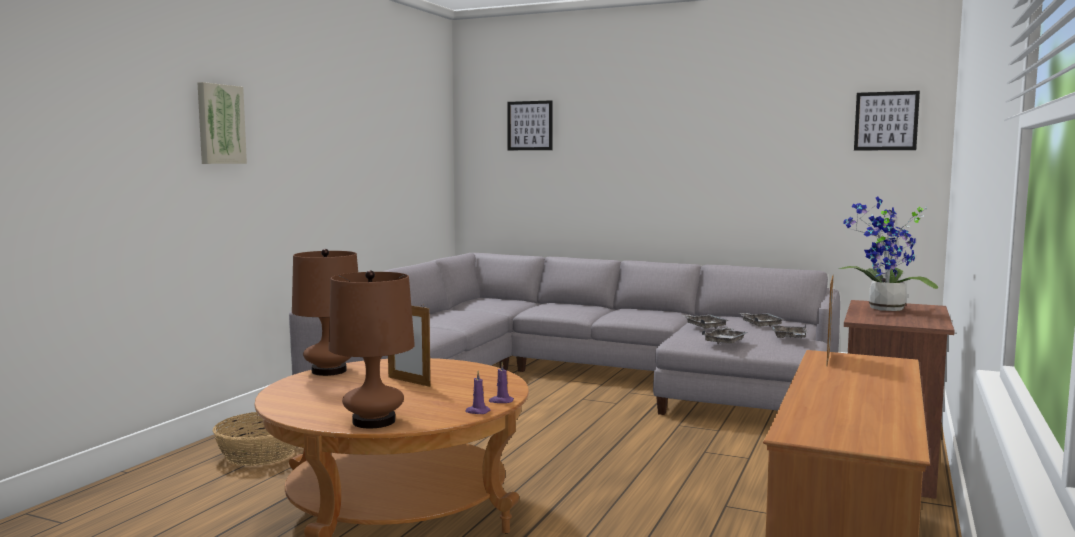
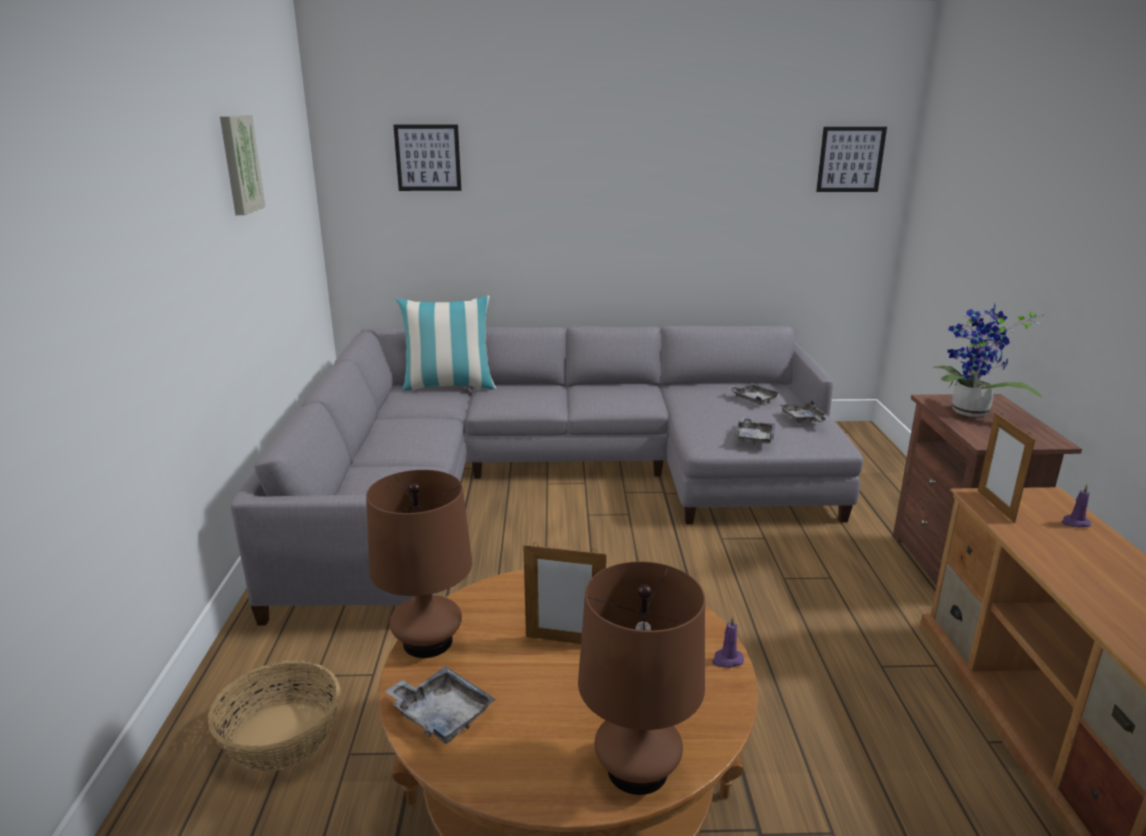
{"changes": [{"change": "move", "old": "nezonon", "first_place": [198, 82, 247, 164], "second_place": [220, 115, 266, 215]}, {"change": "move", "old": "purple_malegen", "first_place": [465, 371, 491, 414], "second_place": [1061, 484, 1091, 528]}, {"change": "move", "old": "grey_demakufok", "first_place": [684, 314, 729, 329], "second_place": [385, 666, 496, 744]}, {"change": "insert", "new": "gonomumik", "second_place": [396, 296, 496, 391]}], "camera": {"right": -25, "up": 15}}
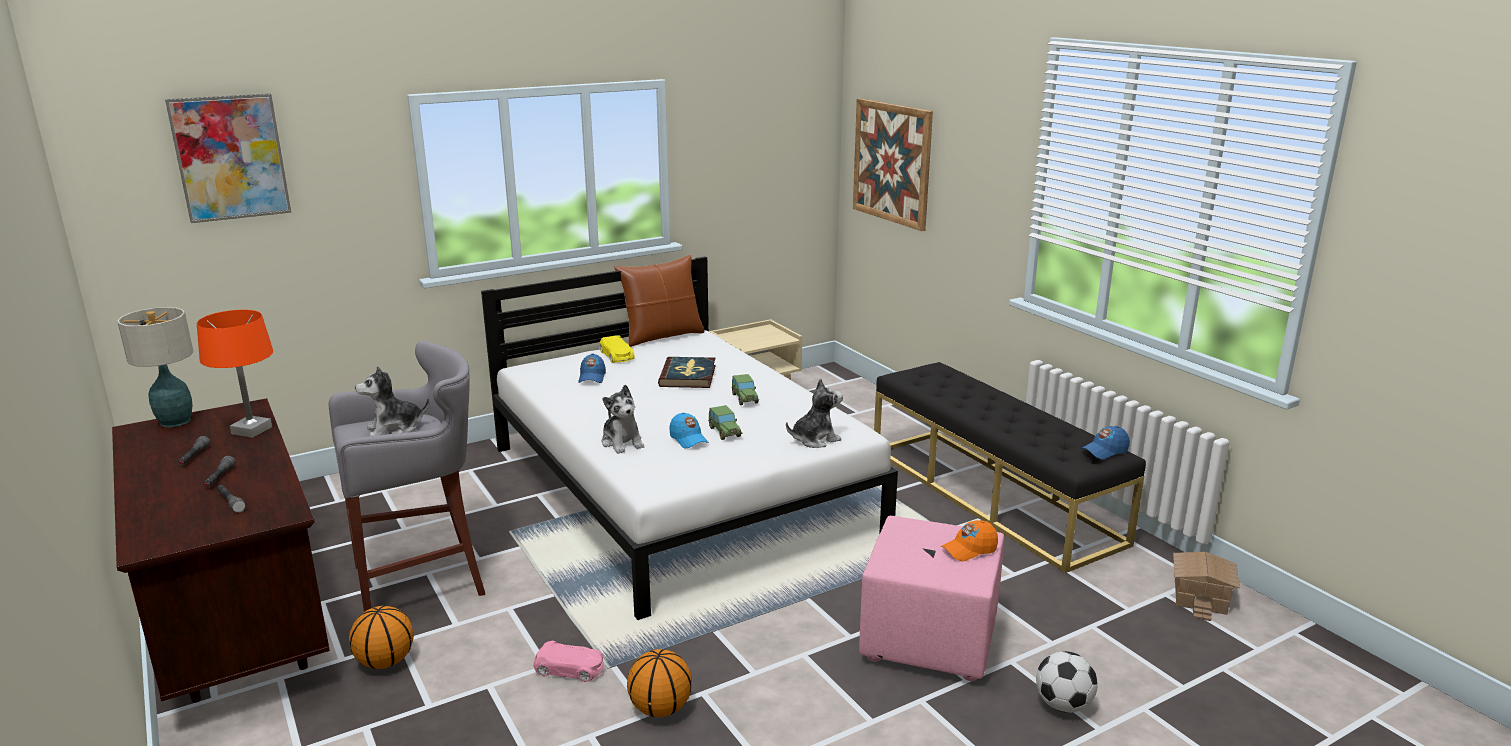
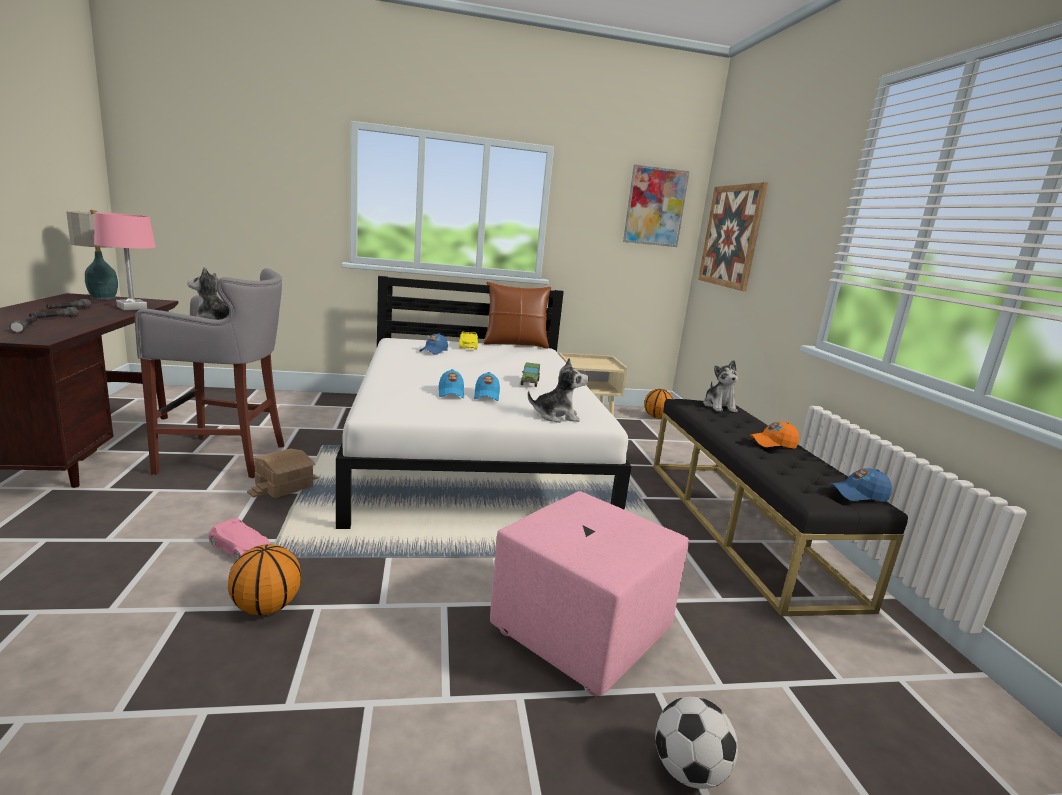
{"changes": [{"change": "move", "old": "nezonon", "first_place": [165, 93, 291, 223], "second_place": [623, 165, 690, 247]}, {"change": "recolor", "old": "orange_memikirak", "new": "pink_memikirak", "first_place": [197, 310, 273, 438], "second_place": [94, 212, 156, 310]}, {"change": "move", "old": "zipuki", "first_place": [349, 606, 414, 669], "second_place": [644, 389, 673, 419]}, {"change": "move", "old": "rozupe", "first_place": [602, 385, 644, 454], "second_place": [703, 360, 738, 412]}, {"change": "delete", "old": "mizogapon", "first_place": [658, 357, 716, 388]}, {"change": "replace", "old": "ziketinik", "new": "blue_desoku", "first_place": [708, 405, 742, 440], "second_place": [474, 372, 500, 401]}, {"change": "move", "old": "orange_desoku", "first_place": [941, 520, 998, 561], "second_place": [750, 422, 799, 449]}, {"change": "move", "old": "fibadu", "first_place": [1173, 552, 1240, 621], "second_place": [247, 449, 319, 498]}], "camera": {"right": 20, "up": -5}}
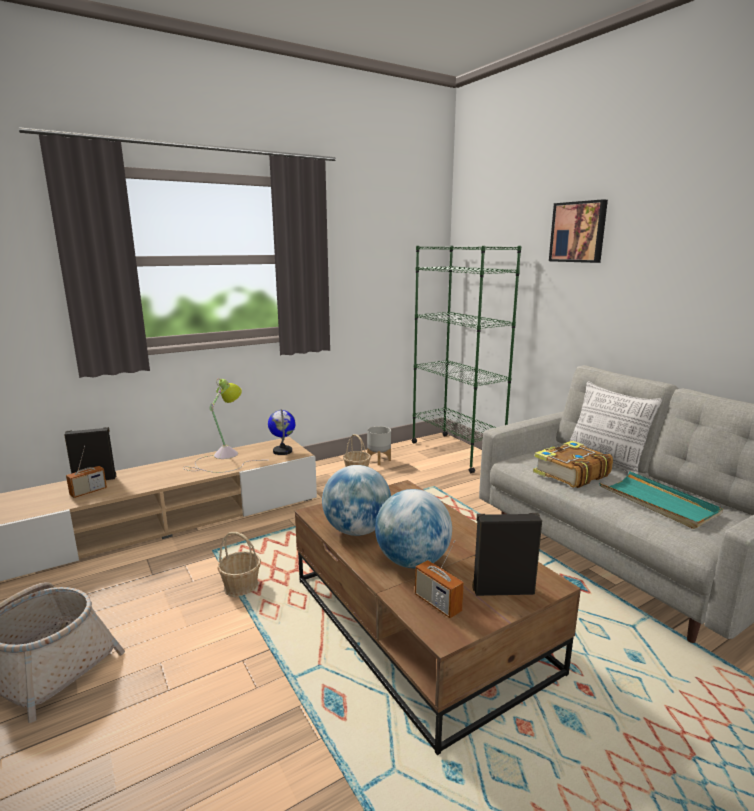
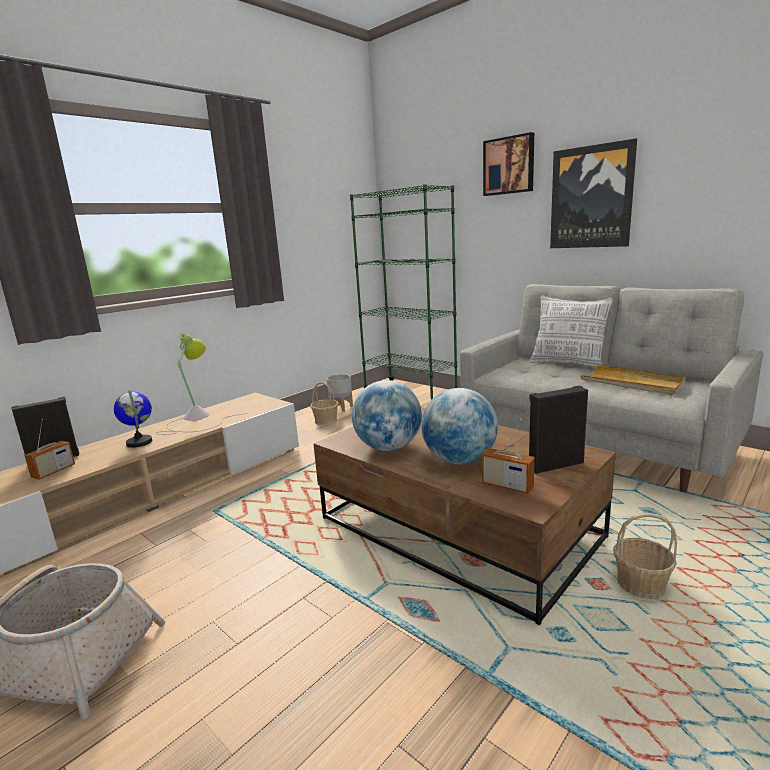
{"changes": [{"change": "move", "old": "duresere", "first_place": [217, 532, 261, 597], "second_place": [613, 513, 677, 599]}, {"change": "move", "old": "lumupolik", "first_place": [268, 409, 296, 455], "second_place": [114, 390, 152, 448]}, {"change": "delete", "old": "mizogapon", "first_place": [533, 441, 613, 488]}, {"change": "recolor", "old": "turquoise_demakufok", "new": "beige_demakufok", "first_place": [599, 471, 723, 529], "second_place": [580, 364, 685, 395]}, {"change": "insert", "new": "nezonon", "second_place": [550, 138, 637, 248]}], "camera": {"right": -15, "up": 0}}
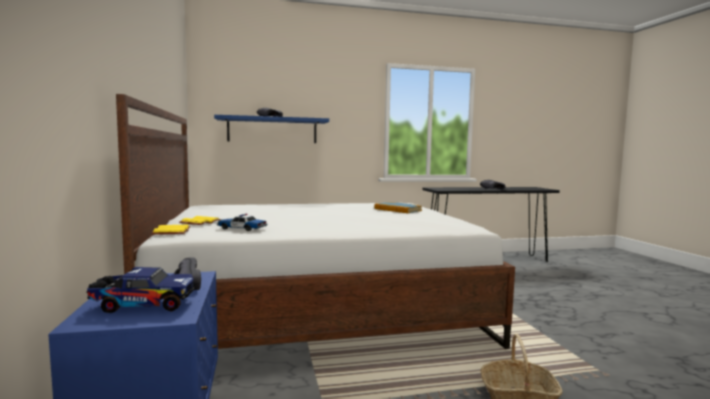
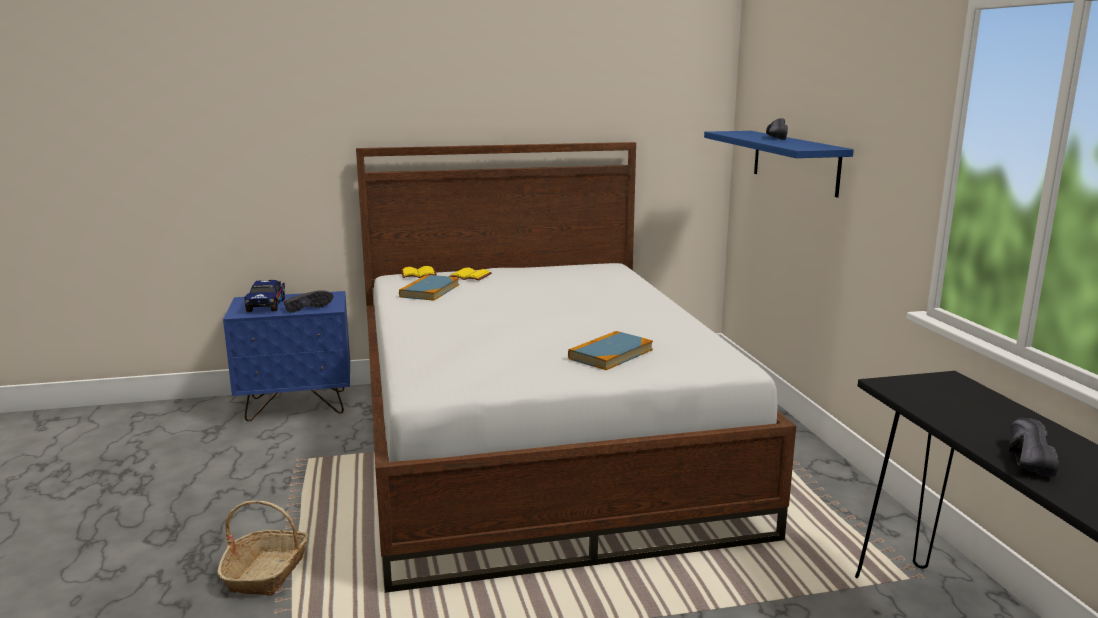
{"changes": [{"change": "replace", "old": "ziketinik", "new": "mizogapon", "first_place": [217, 214, 267, 231], "second_place": [399, 275, 459, 301]}], "camera": {"right": 90, "up": 10}}
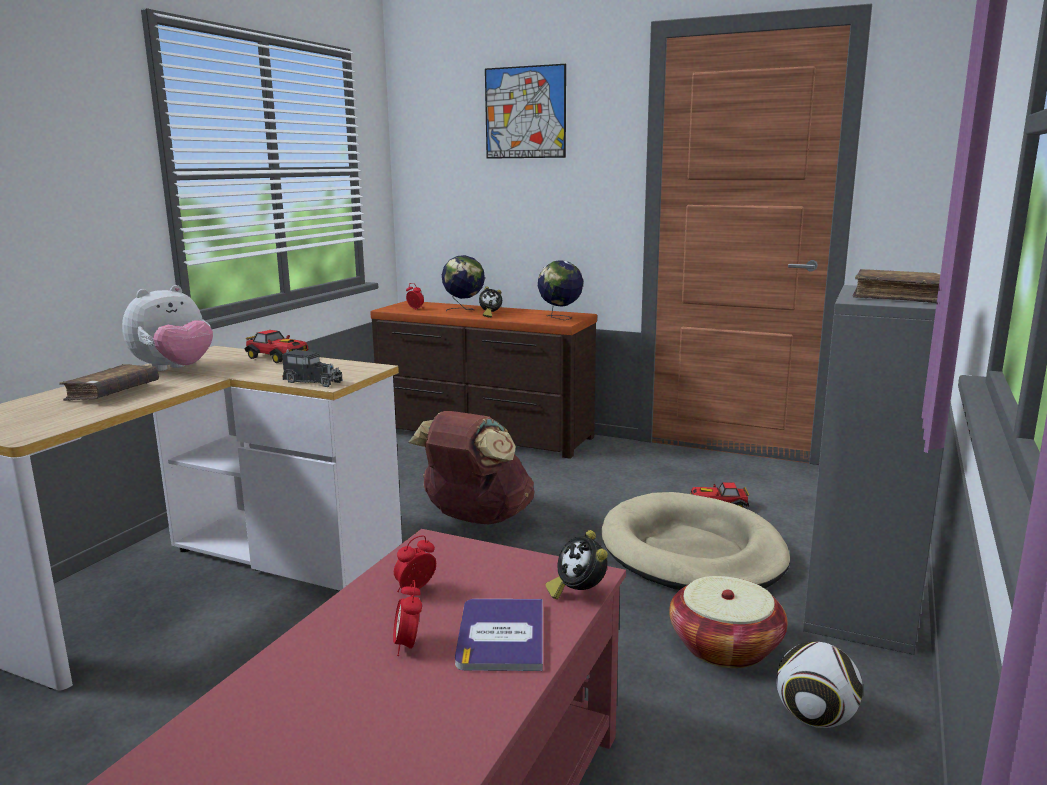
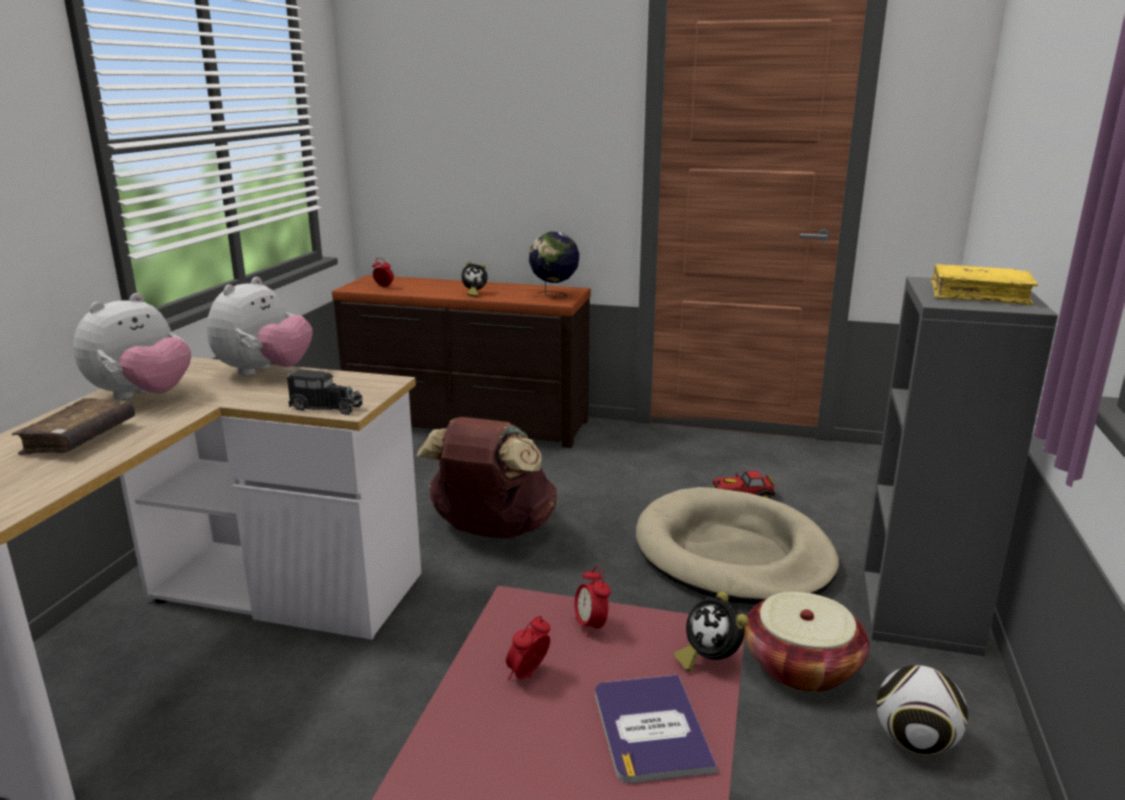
{"changes": [{"change": "replace", "old": "ziketinik", "new": "rozupe", "first_place": [244, 330, 308, 363], "second_place": [207, 277, 313, 376]}, {"change": "move", "old": "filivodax", "first_place": [393, 579, 422, 656], "second_place": [575, 565, 611, 637]}, {"change": "delete", "old": "lumupolik", "first_place": [442, 255, 485, 311]}, {"change": "delete", "old": "nezonon", "first_place": [485, 64, 566, 159]}, {"change": "recolor", "old": "brown_mizogapon", "new": "yellow_mizogapon", "first_place": [853, 269, 941, 303], "second_place": [931, 264, 1038, 306]}], "camera": {"right": -10, "up": 5}}
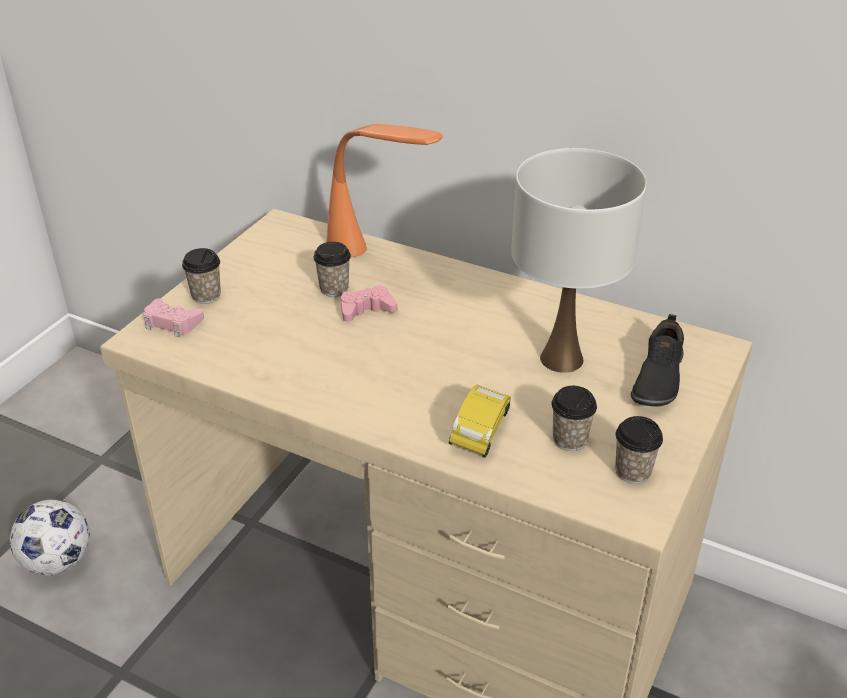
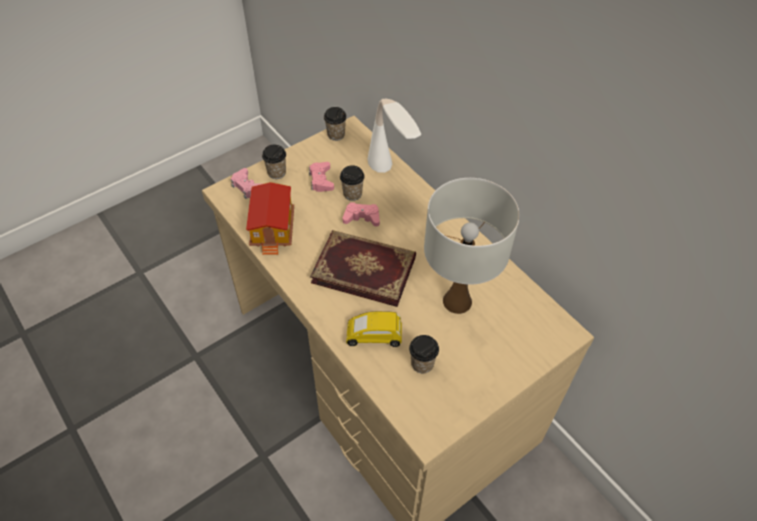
{"changes": [{"change": "delete", "old": "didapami", "first_place": [10, 499, 90, 576]}, {"change": "recolor", "old": "orange_memikirak", "new": "white_memikirak", "first_place": [327, 124, 443, 257], "second_place": [368, 99, 421, 173]}, {"change": "rotate", "old": "yellow_ziketinik", "first_place": [449, 384, 511, 457], "second_place": [346, 311, 402, 347], "degrees": -135}, {"change": "move", "old": "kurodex", "first_place": [615, 416, 663, 484], "second_place": [324, 107, 347, 141]}, {"change": "delete", "old": "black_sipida", "first_place": [631, 314, 684, 406]}, {"change": "insert", "new": "fibadu", "second_place": [246, 182, 294, 255]}, {"change": "insert", "new": "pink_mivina", "second_place": [309, 162, 334, 192]}, {"change": "insert", "new": "mizogapon", "second_place": [310, 230, 416, 307]}], "camera": {"right": 25, "up": 15}}
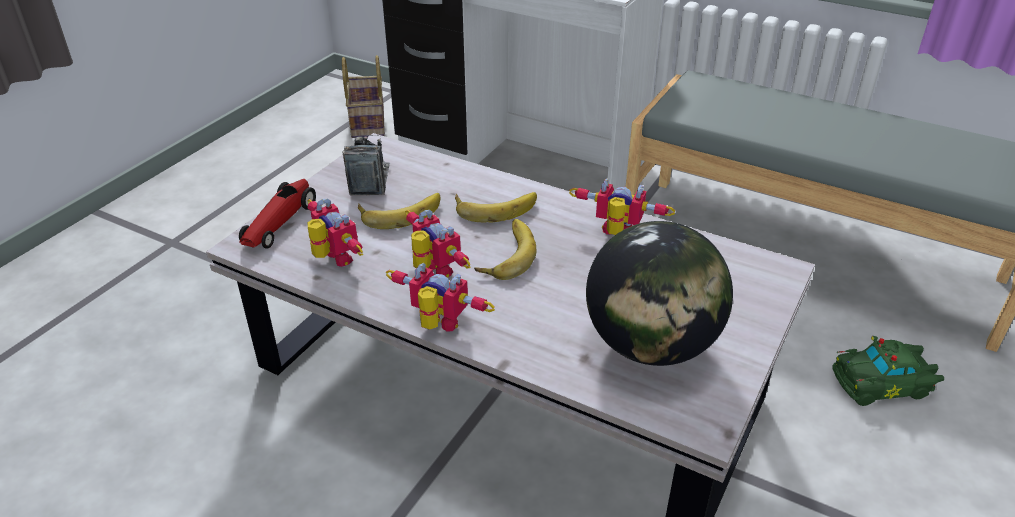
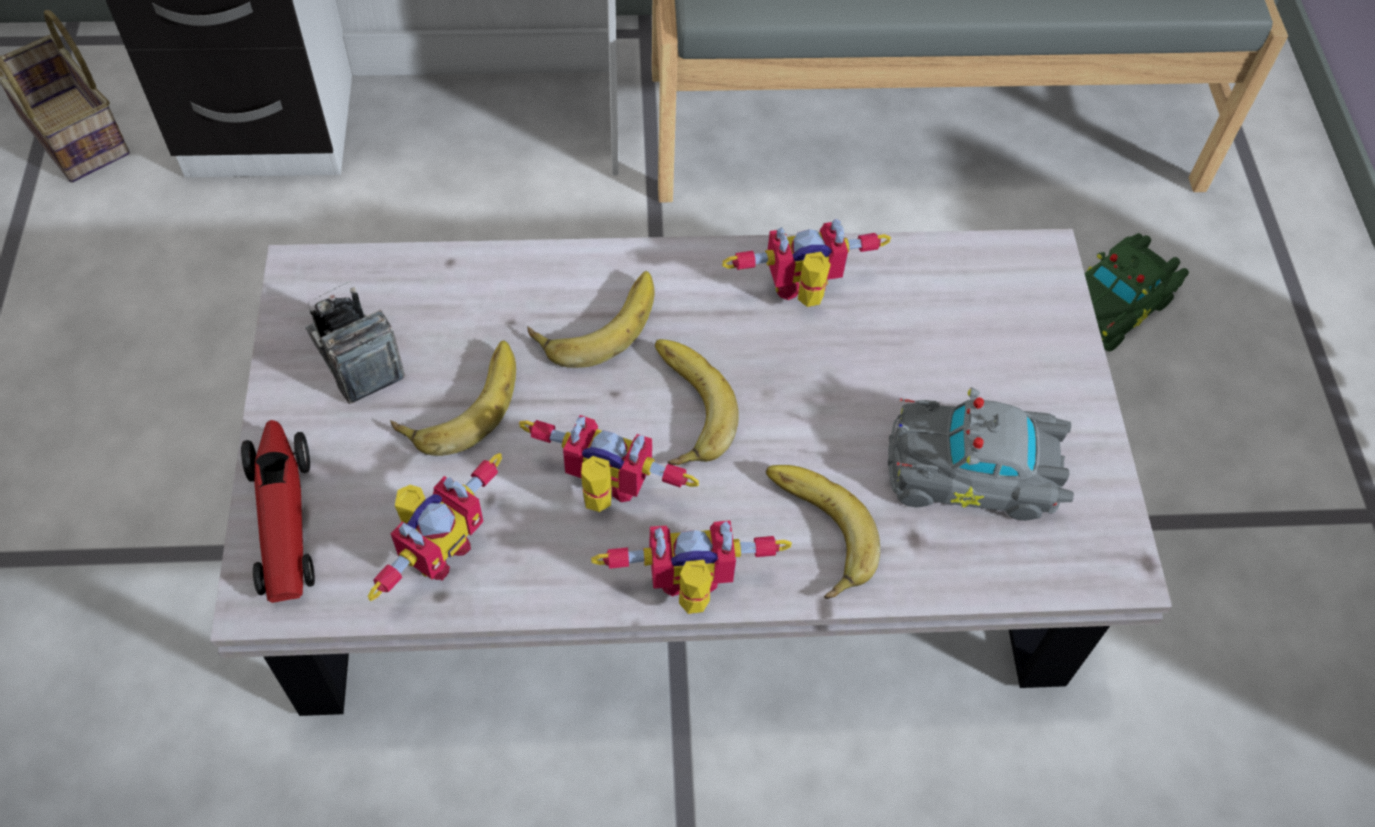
{"changes": [{"change": "rotate", "old": "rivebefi", "first_place": [307, 199, 363, 267], "second_place": [368, 453, 502, 601], "degrees": 105}, {"change": "replace", "old": "lumupolik", "new": "grey_ziketinik", "first_place": [586, 221, 733, 366], "second_place": [888, 387, 1074, 521]}, {"change": "insert", "new": "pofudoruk", "second_place": [766, 465, 880, 599]}], "camera": {"right": -35, "up": 20}}
